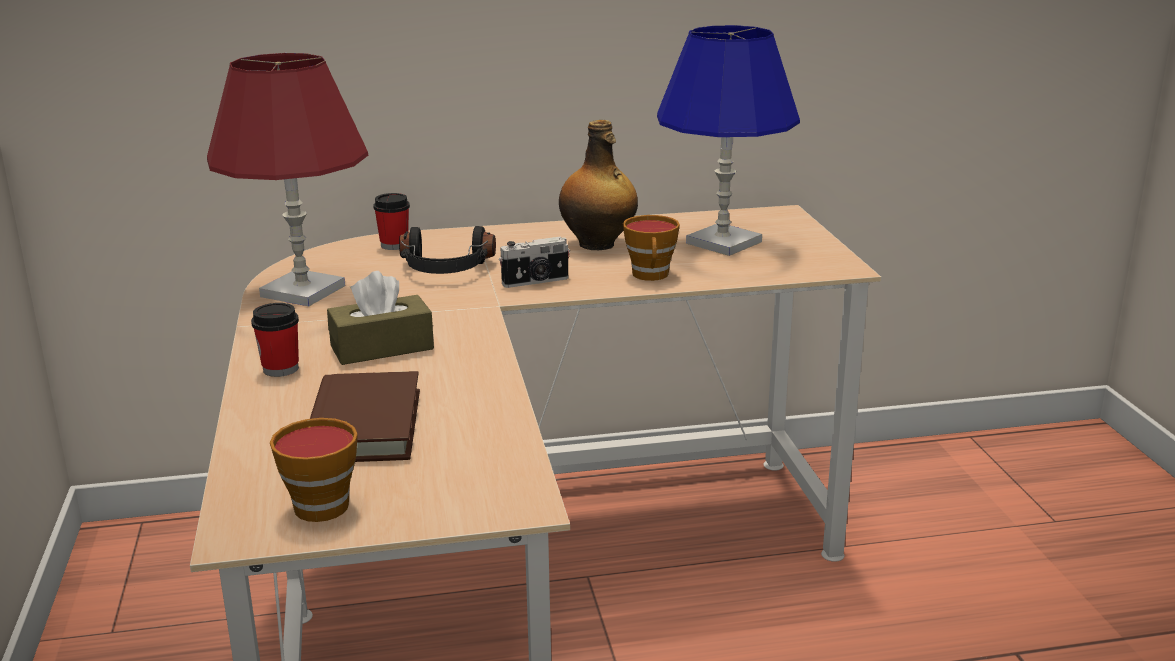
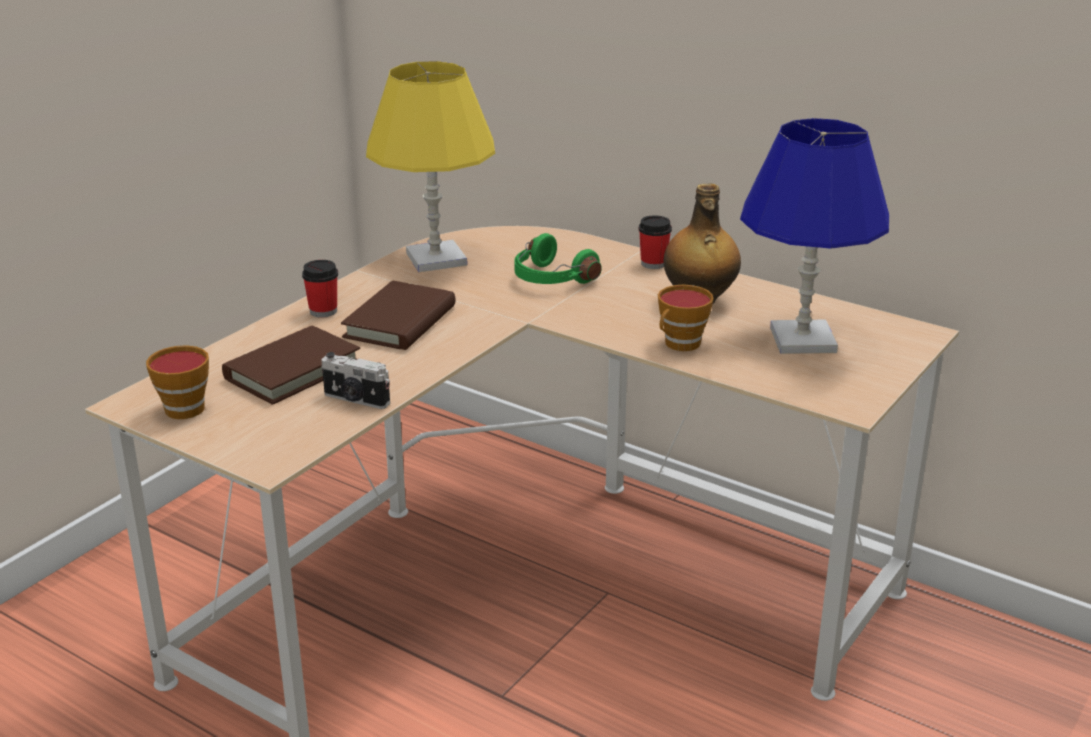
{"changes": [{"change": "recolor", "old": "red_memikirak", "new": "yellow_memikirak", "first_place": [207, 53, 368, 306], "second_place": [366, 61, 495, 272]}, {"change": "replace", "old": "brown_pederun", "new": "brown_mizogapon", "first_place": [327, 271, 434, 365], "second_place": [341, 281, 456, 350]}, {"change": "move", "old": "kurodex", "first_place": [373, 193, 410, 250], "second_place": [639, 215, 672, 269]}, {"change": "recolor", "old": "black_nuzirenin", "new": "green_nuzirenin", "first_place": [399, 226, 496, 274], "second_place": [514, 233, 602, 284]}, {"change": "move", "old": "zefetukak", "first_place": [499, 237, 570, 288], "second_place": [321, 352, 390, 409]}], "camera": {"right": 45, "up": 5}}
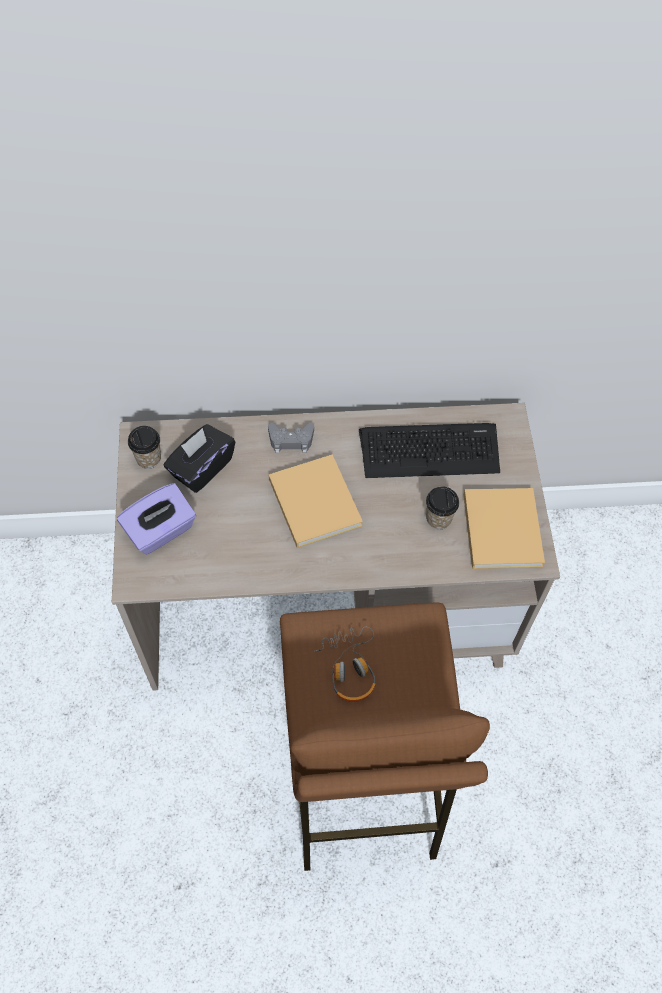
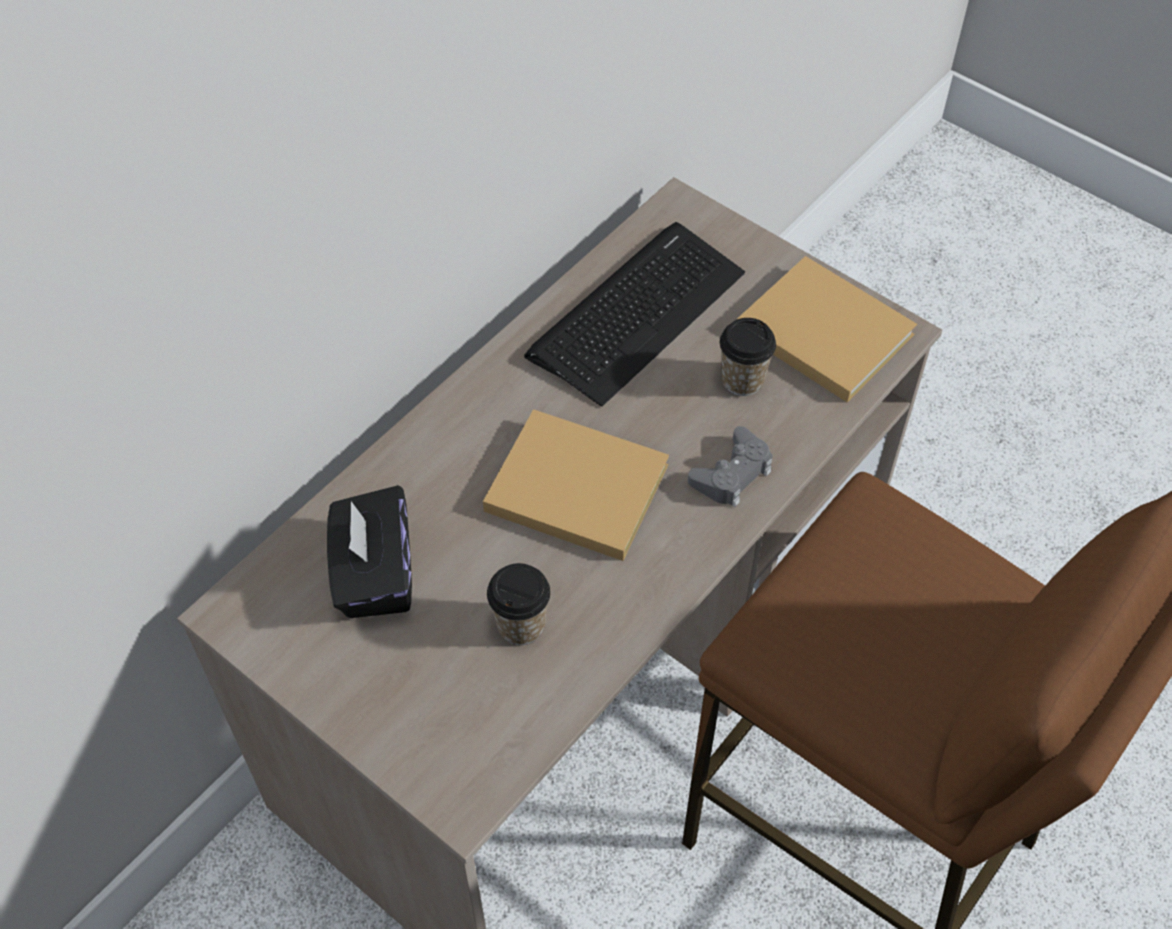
{"changes": [{"change": "delete", "old": "purple_pederun", "first_place": [117, 483, 196, 555]}, {"change": "move", "old": "kurodex", "first_place": [128, 426, 161, 469], "second_place": [487, 563, 550, 645]}, {"change": "move", "old": "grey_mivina", "first_place": [268, 423, 314, 453], "second_place": [688, 426, 773, 507]}, {"change": "delete", "old": "nuzirenin", "first_place": [314, 626, 376, 702]}], "camera": {"right": -45, "up": -5}}
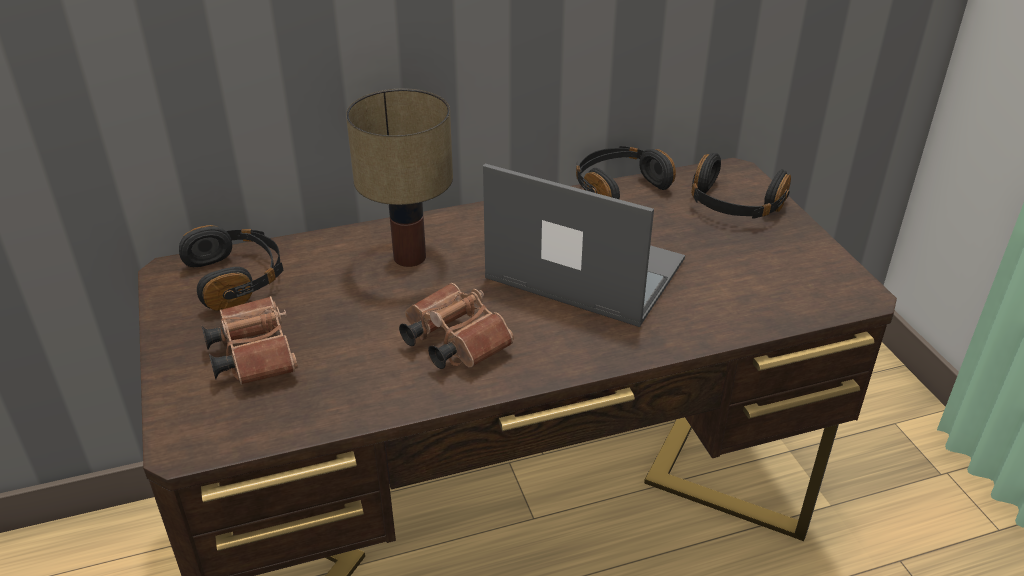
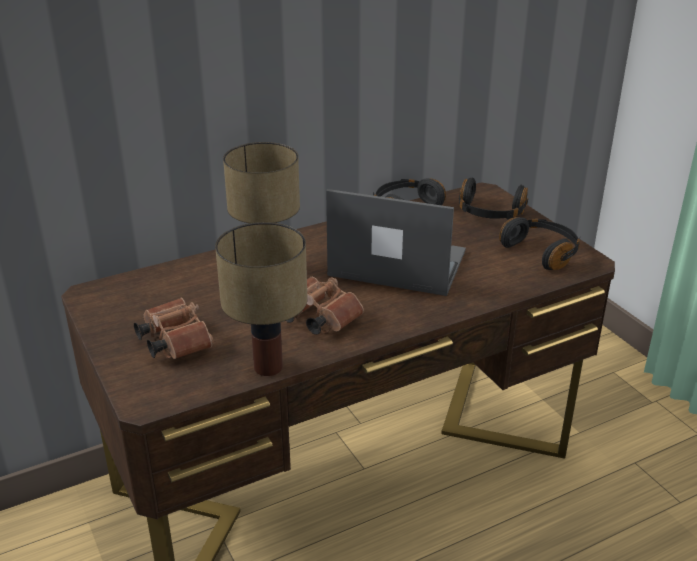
{"changes": [{"change": "move", "old": "black_nuzirenin", "first_place": [179, 225, 283, 311], "second_place": [499, 217, 580, 270]}, {"change": "insert", "new": "memikirak", "second_place": [215, 222, 308, 376]}], "camera": {"right": -10, "up": -5}}
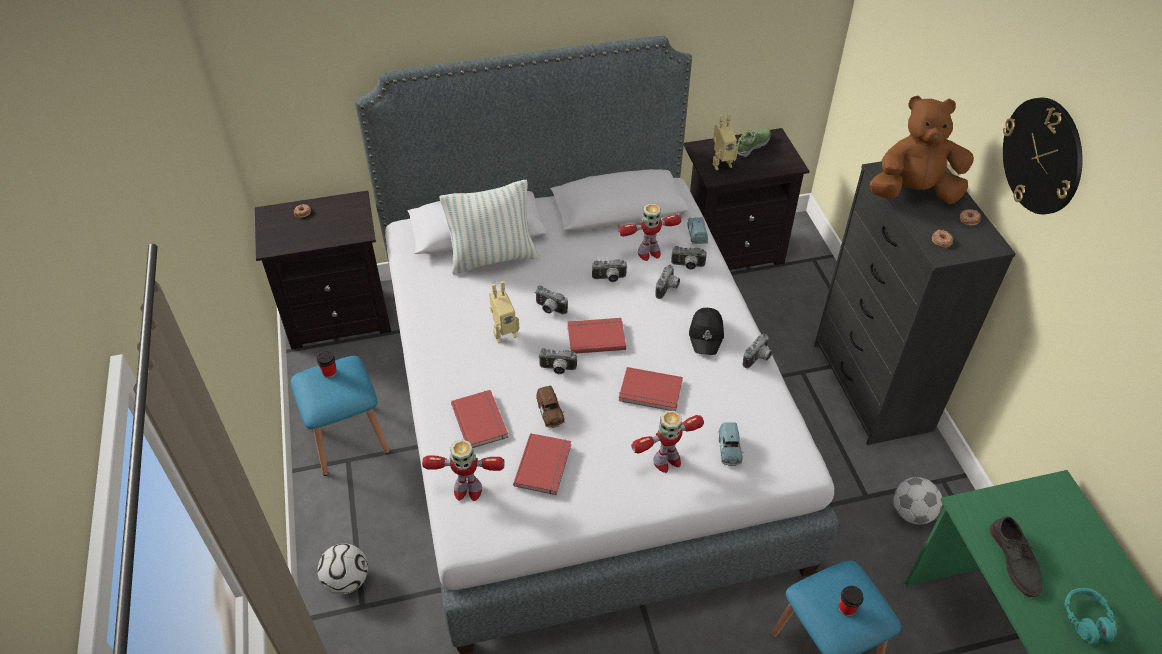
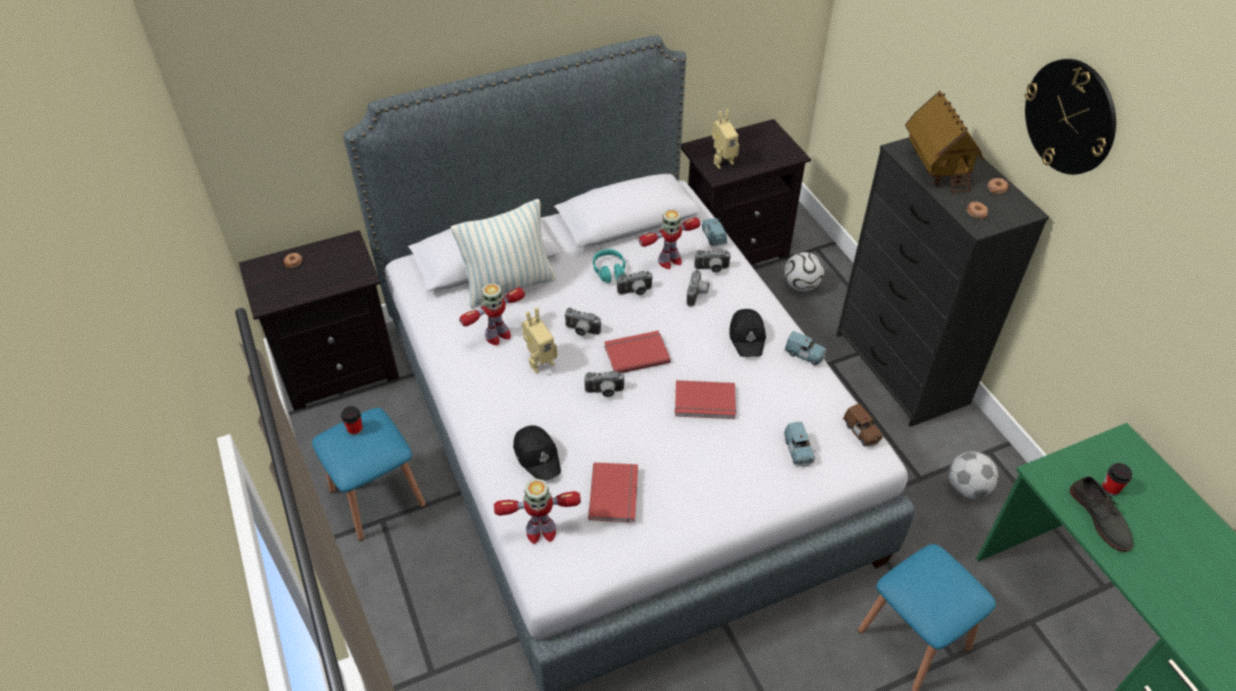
{"changes": [{"change": "move", "old": "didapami", "first_place": [317, 544, 368, 594], "second_place": [784, 252, 824, 291]}, {"change": "replace", "old": "red_mizogapon", "new": "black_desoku", "first_place": [451, 390, 508, 448], "second_place": [513, 425, 561, 481]}, {"change": "move", "old": "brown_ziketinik", "first_place": [536, 386, 565, 428], "second_place": [843, 404, 883, 447]}, {"change": "move", "old": "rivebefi", "first_place": [631, 411, 704, 473], "second_place": [459, 283, 525, 345]}, {"change": "delete", "old": "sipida", "first_place": [736, 128, 771, 157]}, {"change": "replace", "old": "zefetukak", "new": "blue_ziketinik", "first_place": [743, 334, 772, 368], "second_place": [784, 331, 826, 365]}, {"change": "move", "old": "kurodex", "first_place": [839, 586, 864, 616], "second_place": [1102, 463, 1132, 496]}, {"change": "replace", "old": "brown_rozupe", "new": "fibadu", "first_place": [870, 95, 974, 204], "second_place": [905, 91, 984, 195]}, {"change": "move", "old": "turquoise_nuzirenin", "first_place": [1065, 588, 1117, 644], "second_place": [593, 249, 626, 283]}], "camera": {"right": -10, "up": 0}}
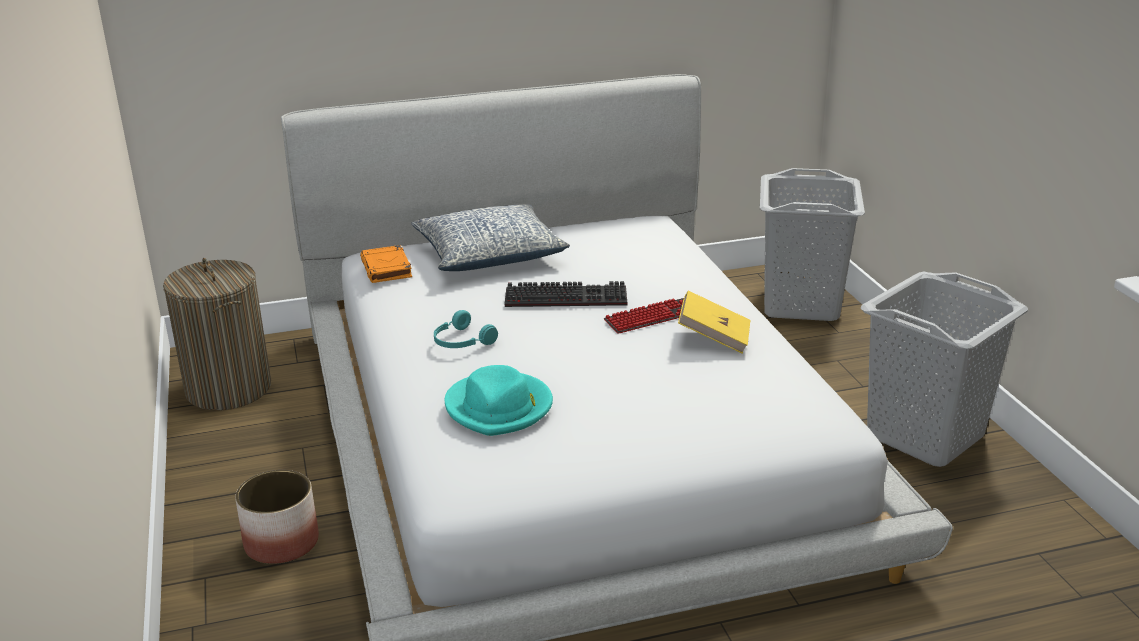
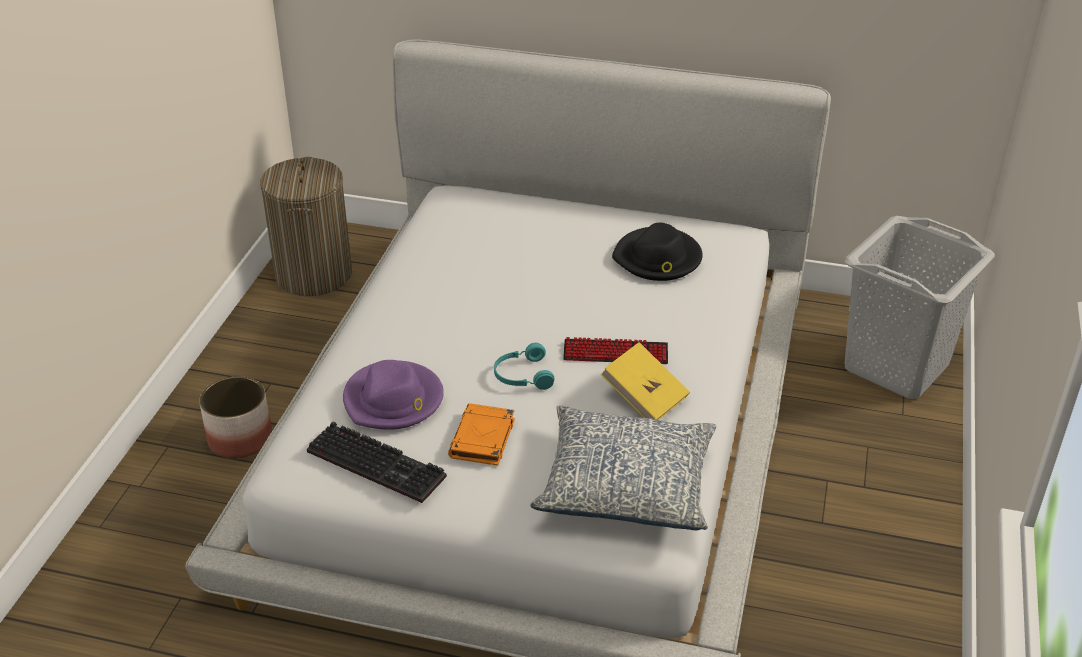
{"changes": [{"change": "move", "old": "orange_mizogapon", "first_place": [360, 245, 412, 283], "second_place": [448, 403, 515, 466]}, {"change": "move", "old": "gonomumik", "first_place": [411, 204, 570, 271], "second_place": [530, 405, 717, 530]}, {"change": "move", "old": "turquoise_nuzirenin", "first_place": [434, 310, 498, 348], "second_place": [494, 343, 554, 390]}, {"change": "recolor", "old": "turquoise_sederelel", "new": "purple_sederelel", "first_place": [445, 365, 553, 436], "second_place": [343, 360, 444, 430]}, {"change": "move", "old": "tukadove", "first_place": [505, 281, 627, 307], "second_place": [307, 422, 447, 503]}, {"change": "delete", "old": "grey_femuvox", "first_place": [860, 271, 1028, 467]}, {"change": "insert", "new": "black_sederelel", "second_place": [612, 223, 703, 281]}], "camera": {"right": 30, "up": 10}}
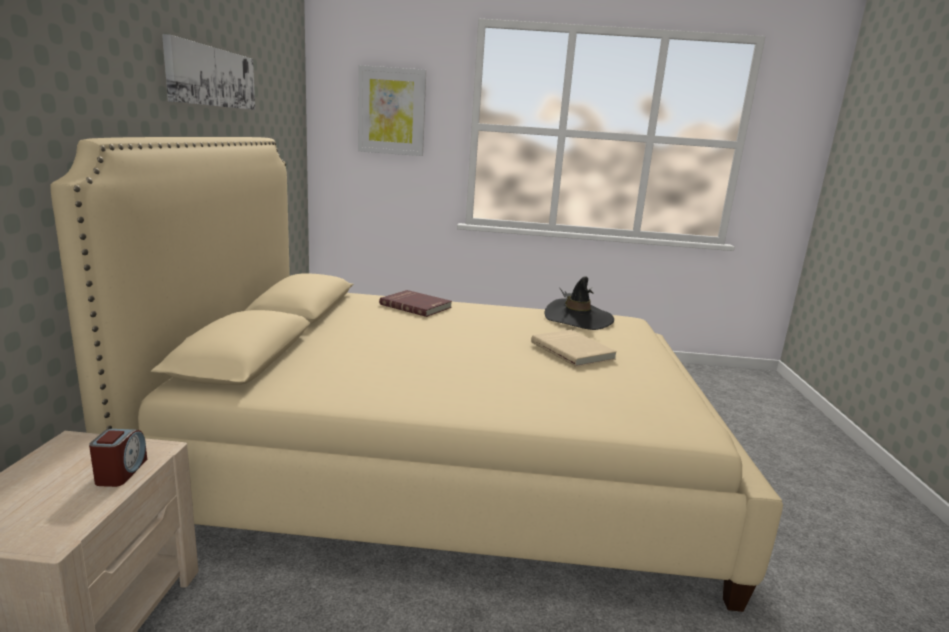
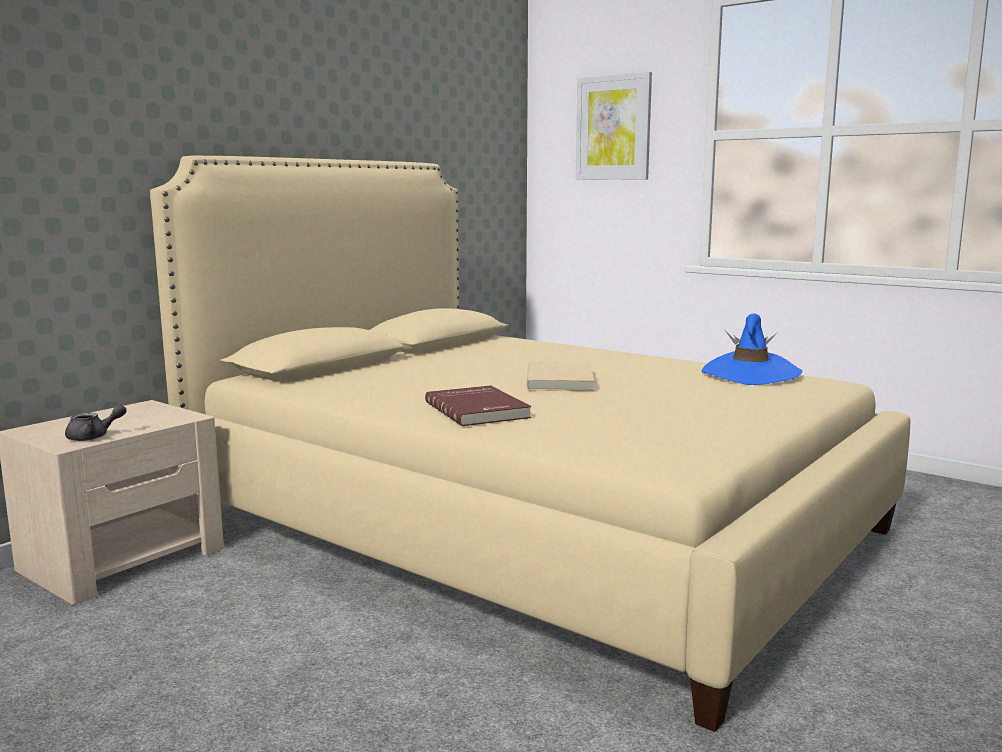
{"changes": [{"change": "delete", "old": "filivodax", "first_place": [89, 429, 147, 487]}, {"change": "delete", "old": "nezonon", "first_place": [162, 34, 255, 110]}, {"change": "move", "old": "red_mizogapon", "first_place": [379, 290, 452, 317], "second_place": [425, 385, 531, 426]}, {"change": "move", "old": "beige_mizogapon", "first_place": [531, 330, 617, 367], "second_place": [527, 362, 594, 391]}, {"change": "recolor", "old": "black_sederelel", "new": "blue_sederelel", "first_place": [545, 276, 614, 330], "second_place": [701, 314, 802, 385]}, {"change": "insert", "new": "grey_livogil", "second_place": [65, 404, 127, 441]}], "camera": {"right": 35, "up": -5}}
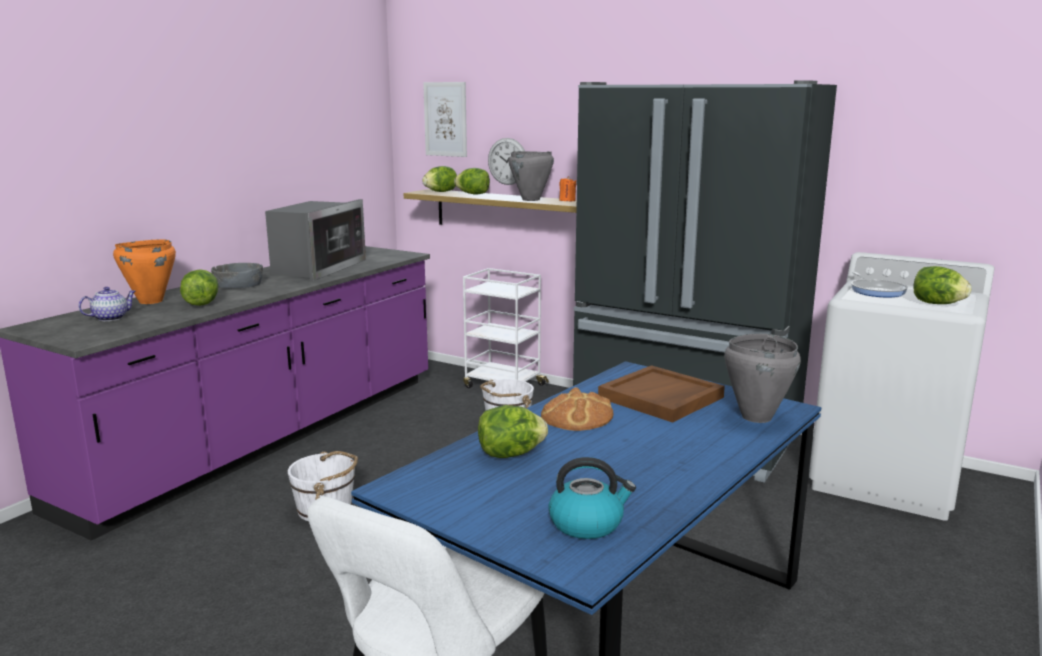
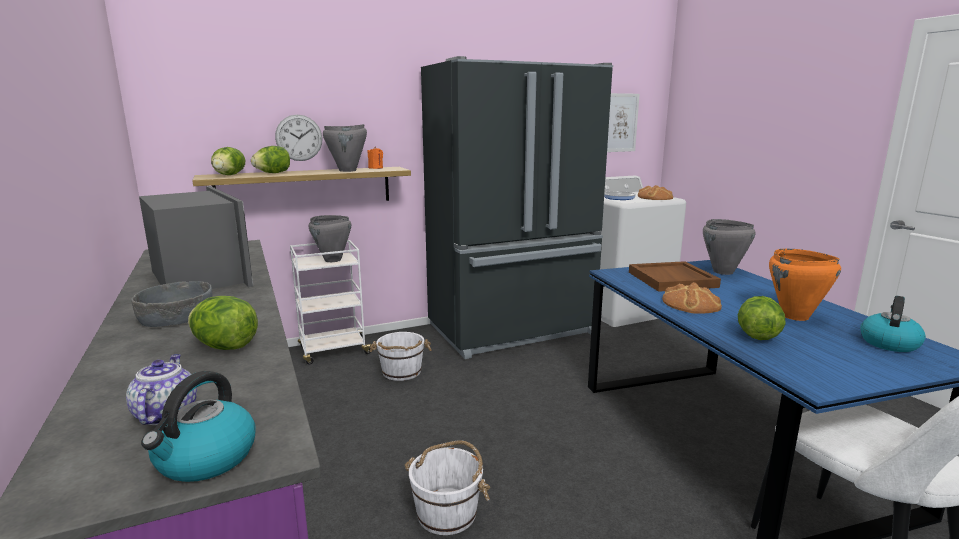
{"changes": [{"change": "move", "old": "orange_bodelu", "first_place": [113, 239, 176, 304], "second_place": [769, 249, 841, 321]}, {"change": "move", "old": "nezonon", "first_place": [423, 82, 467, 157], "second_place": [607, 93, 640, 152]}, {"change": "replace", "old": "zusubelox", "new": "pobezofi", "first_place": [913, 266, 972, 304], "second_place": [638, 185, 673, 200]}, {"change": "insert", "new": "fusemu", "second_place": [141, 371, 256, 482]}, {"change": "insert", "new": "grey_bodelu", "second_place": [309, 215, 351, 262]}], "camera": {"right": -55, "up": 0}}
